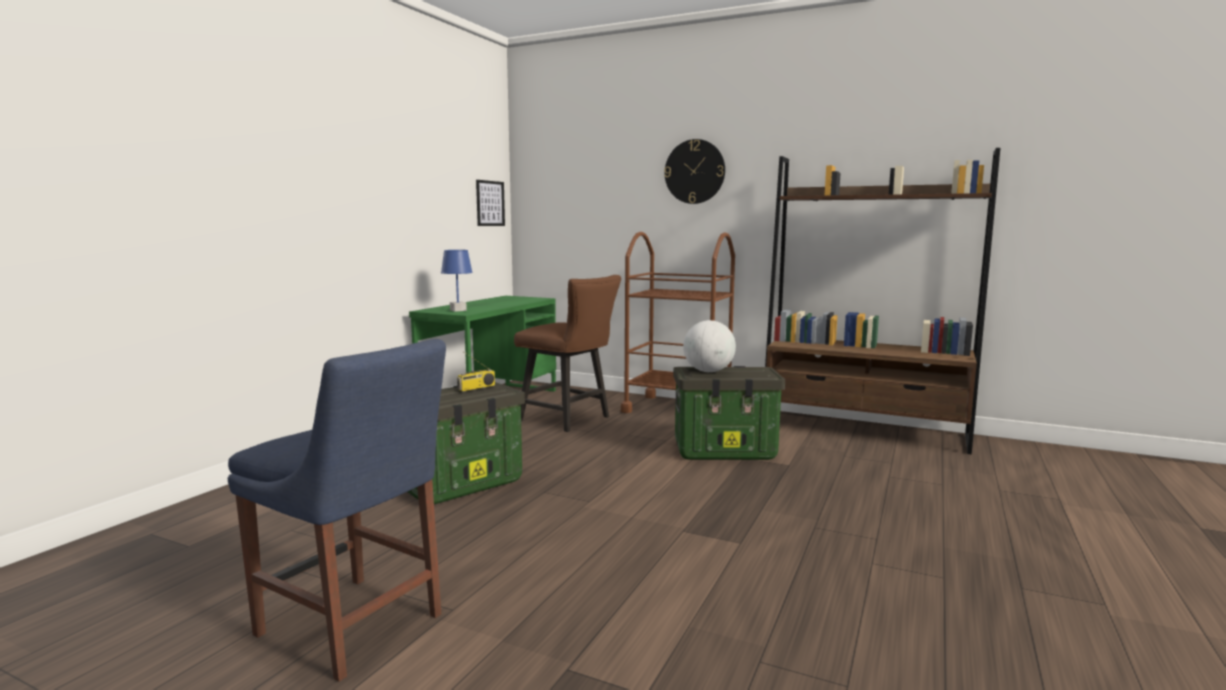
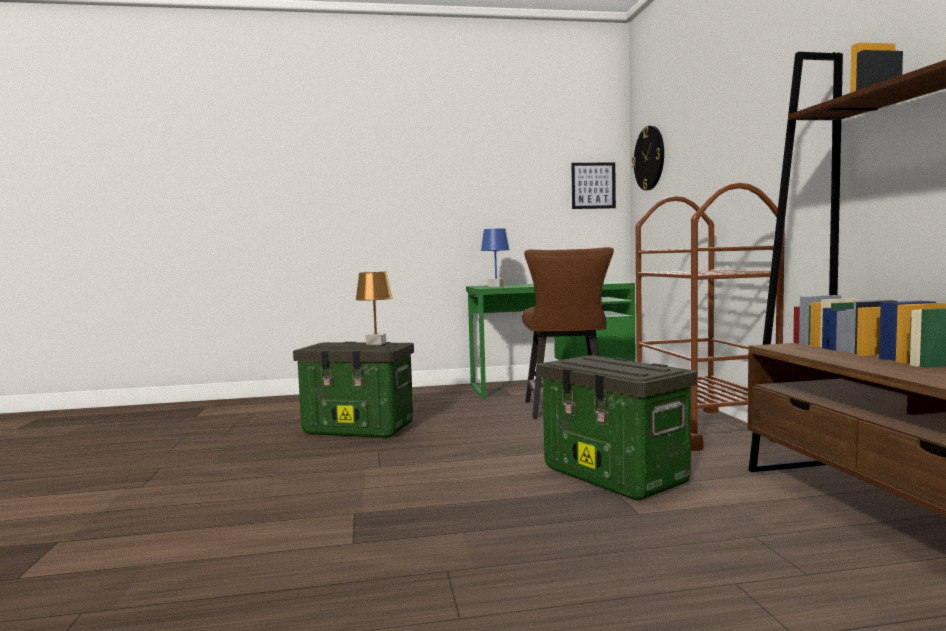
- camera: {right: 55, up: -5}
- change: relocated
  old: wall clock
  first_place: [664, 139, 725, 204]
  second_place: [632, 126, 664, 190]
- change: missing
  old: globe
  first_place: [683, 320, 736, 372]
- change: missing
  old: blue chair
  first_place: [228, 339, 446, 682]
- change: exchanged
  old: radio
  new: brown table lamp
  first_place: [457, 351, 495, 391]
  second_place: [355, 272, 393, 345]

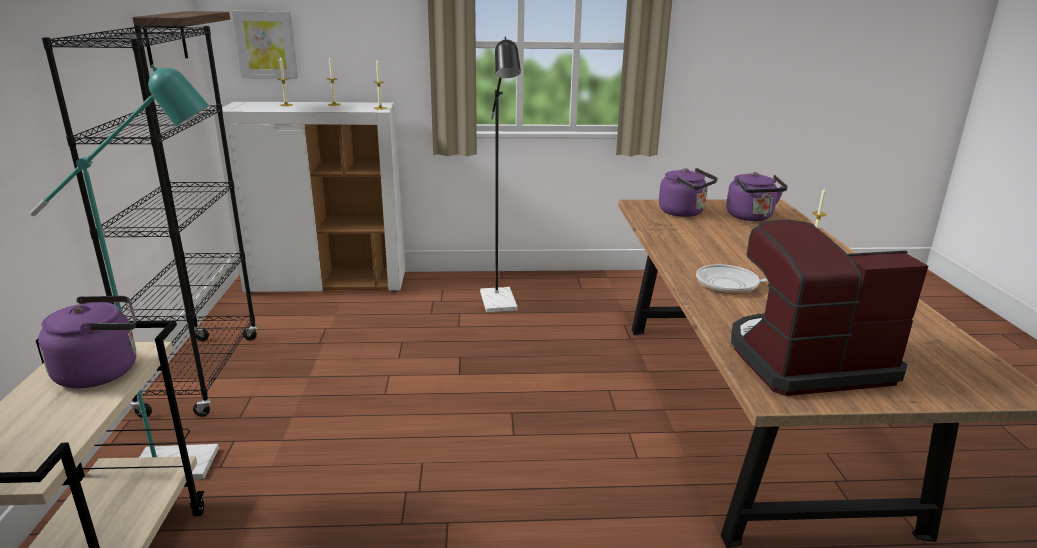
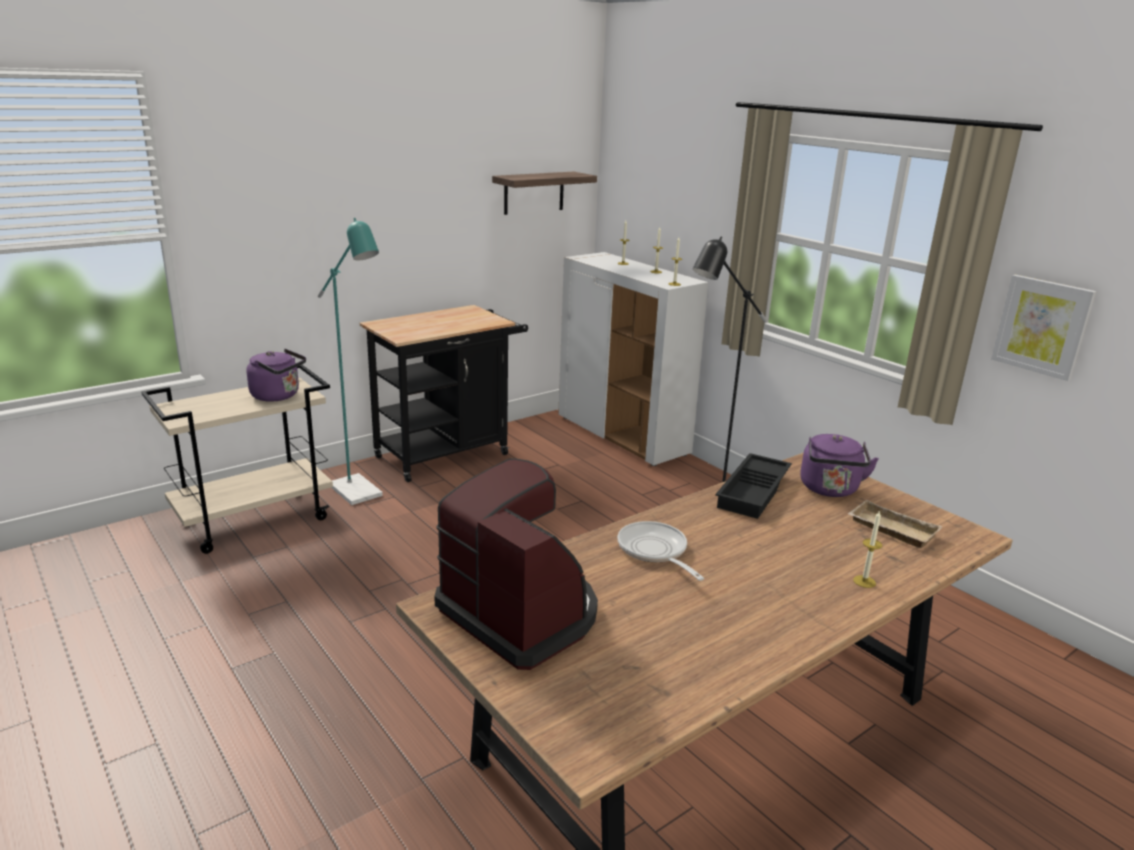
- camera: {right: 55, up: 0}
- change: relocated
  old: picture
  first_place: [232, 11, 298, 79]
  second_place: [991, 275, 1096, 381]
- change: exchanged
  old: black bookcase
  new: black cart
  first_place: [42, 25, 258, 418]
  second_place: [360, 305, 528, 482]
- change: exchanged
  old: purple kettle
  new: beige tray
  first_place: [726, 172, 788, 221]
  second_place: [848, 500, 943, 548]
- change: appeared
  new: black tray
  second_place: [715, 453, 792, 519]

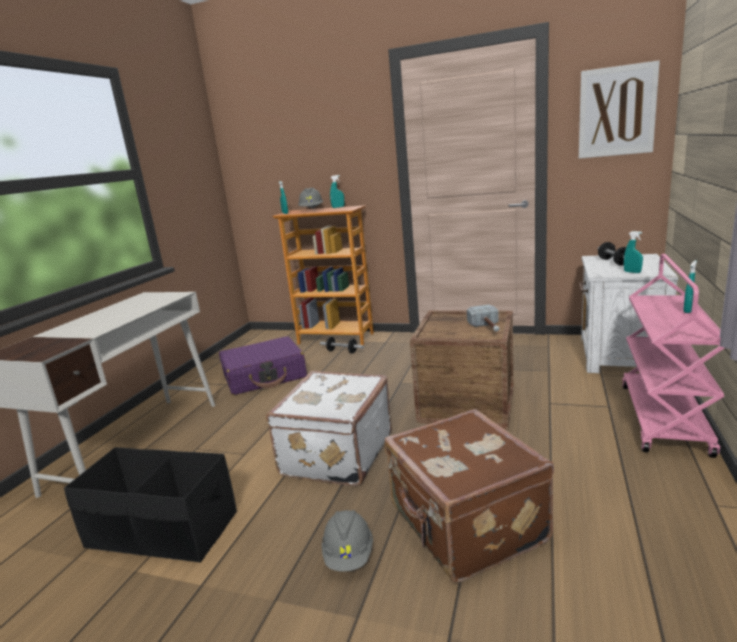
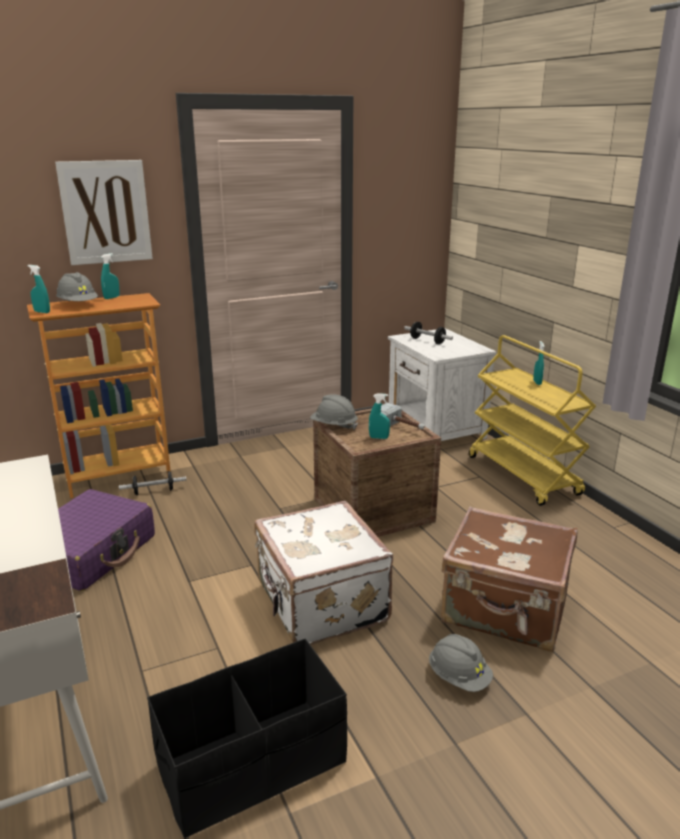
- camera: {right: -45, up: 5}
- change: relocated
  old: picture
  first_place: [579, 60, 660, 159]
  second_place: [55, 160, 153, 265]
- change: relocated
  old: turquoise spray bottle
  first_place: [624, 231, 643, 273]
  second_place: [369, 393, 390, 439]
- change: colour
  old: pink cart
  new: yellow cart
  first_place: [622, 254, 724, 458]
  second_place: [469, 335, 596, 506]
- change: appeared
  new: grey hard hat
  second_place: [310, 394, 358, 430]

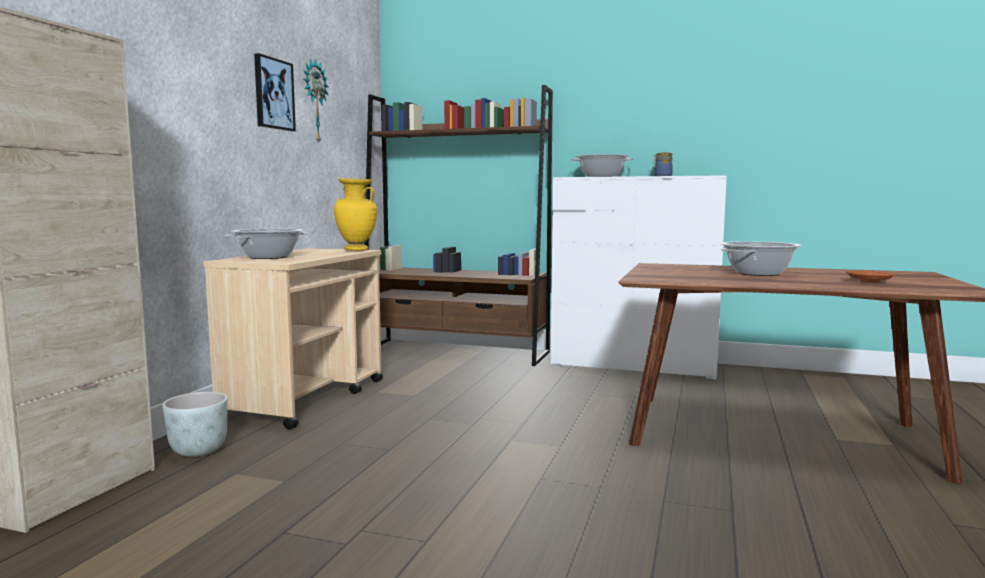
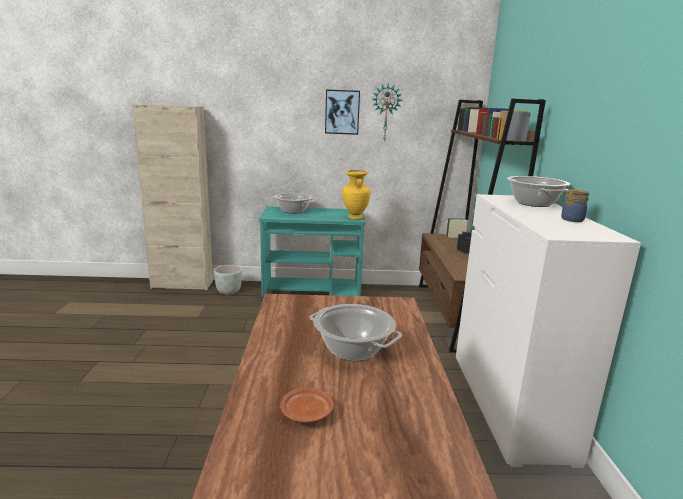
- camera: {right: 70, up: 10}
- change: colour
  old: beige cart
  new: turquoise cart
  first_place: [203, 248, 383, 430]
  second_place: [259, 206, 365, 302]

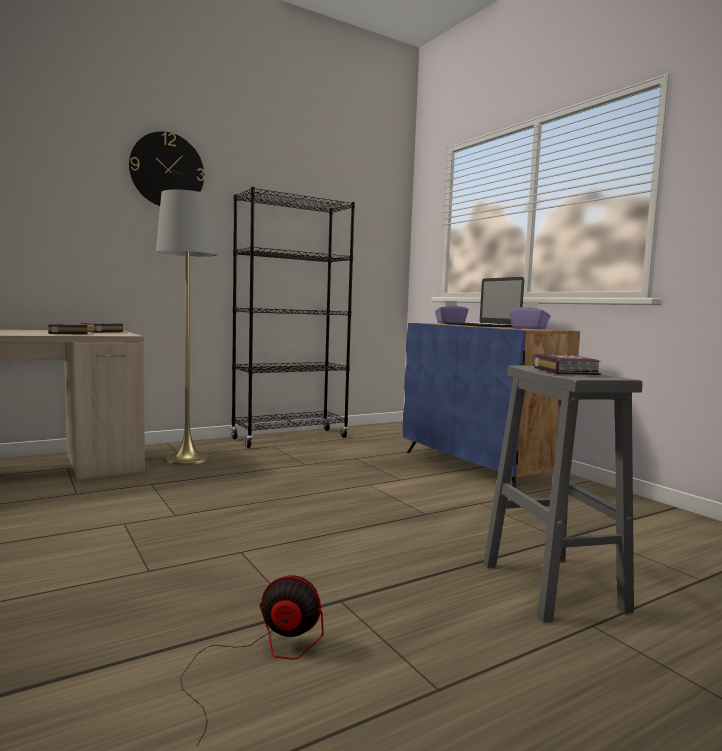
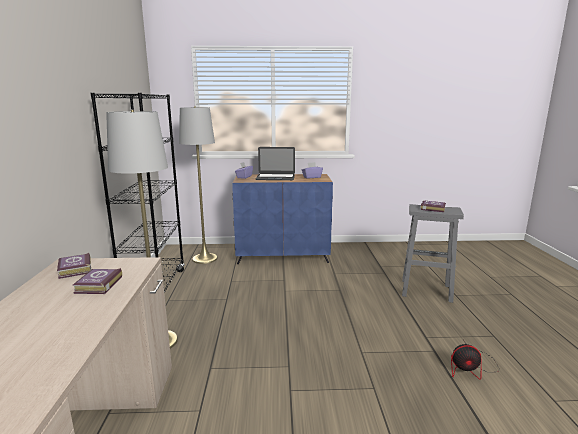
- camera: {right: -60, up: 10}
- change: missing
  old: wall clock
  first_place: [129, 131, 204, 206]
- change: spun
  old: fan
  first_place: [180, 575, 324, 746]
  second_place: [451, 344, 499, 380]
  degrees: -120
- change: appeared
  new: grey floor lamp
  second_place: [179, 106, 218, 264]

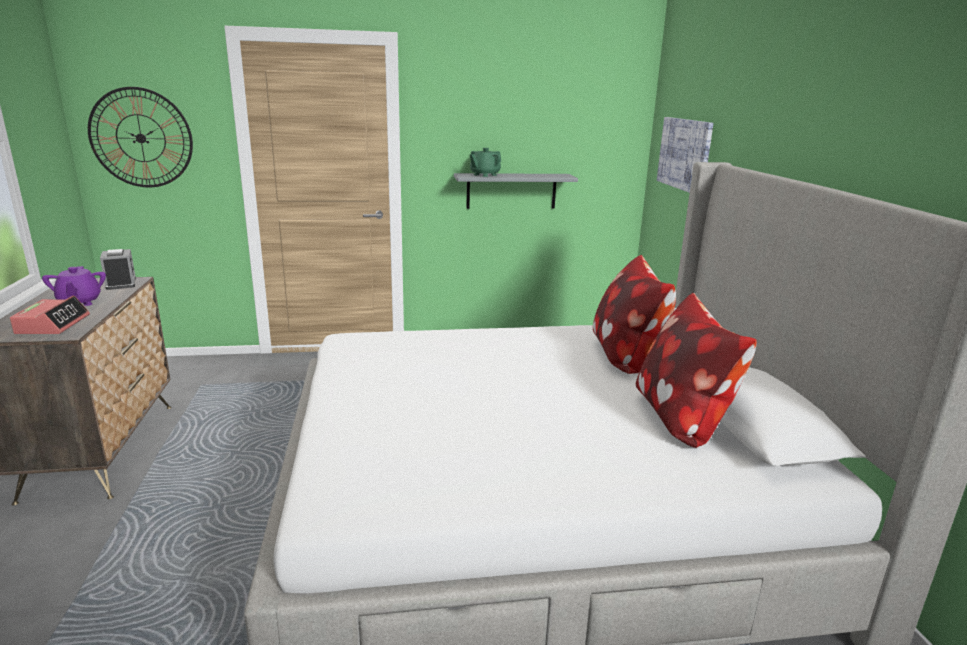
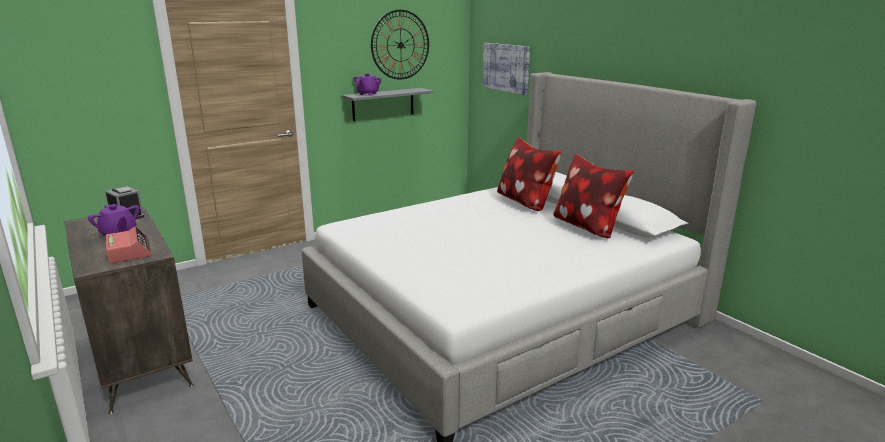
- camera: {right: -25, up: 0}
- change: relocated
  old: wall clock
  first_place: [88, 87, 193, 188]
  second_place: [371, 10, 429, 80]
- change: colour
  old: green teapot
  new: purple teapot
  first_place: [470, 148, 501, 177]
  second_place: [353, 73, 381, 96]

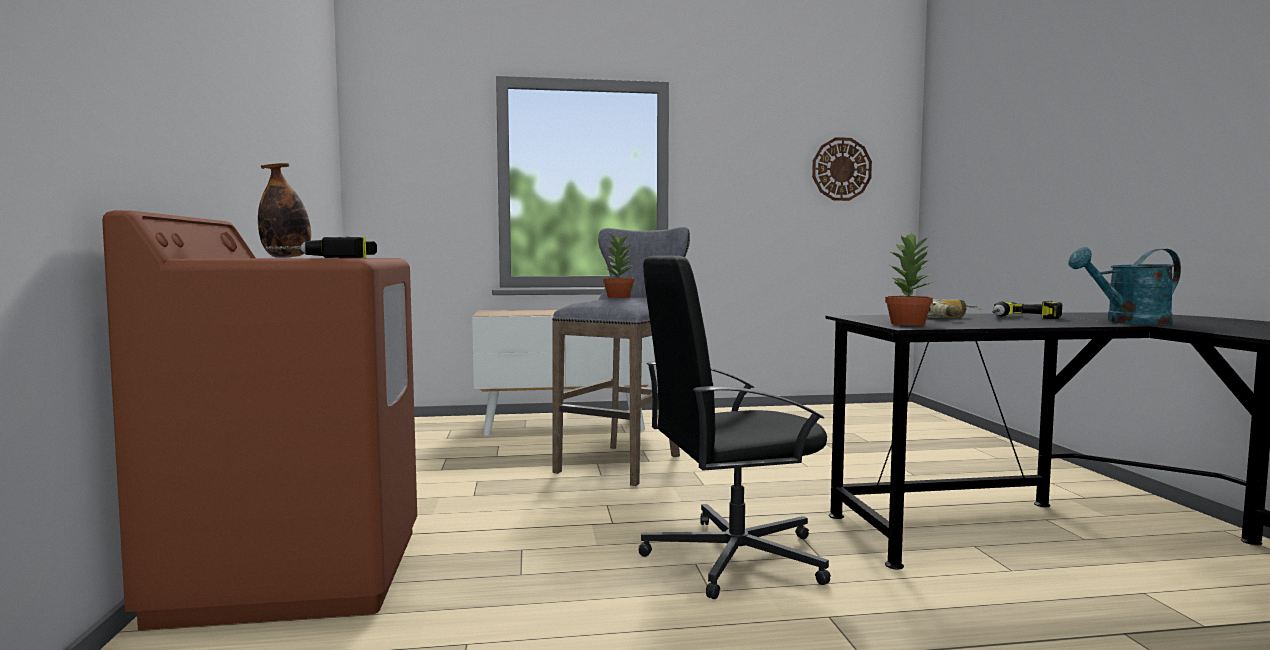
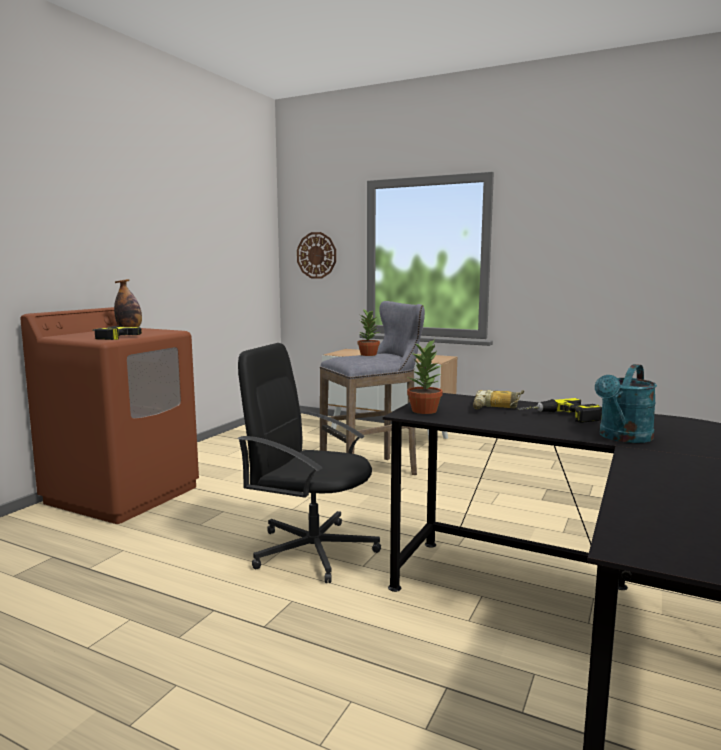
- camera: {right: 35, up: 5}
- change: relocated
  old: wall clock
  first_place: [812, 137, 872, 201]
  second_place: [297, 232, 336, 279]
- change: spun
  old: turquoise watering can
  first_place: [1068, 247, 1181, 325]
  second_place: [595, 364, 657, 443]
  degrees: -75

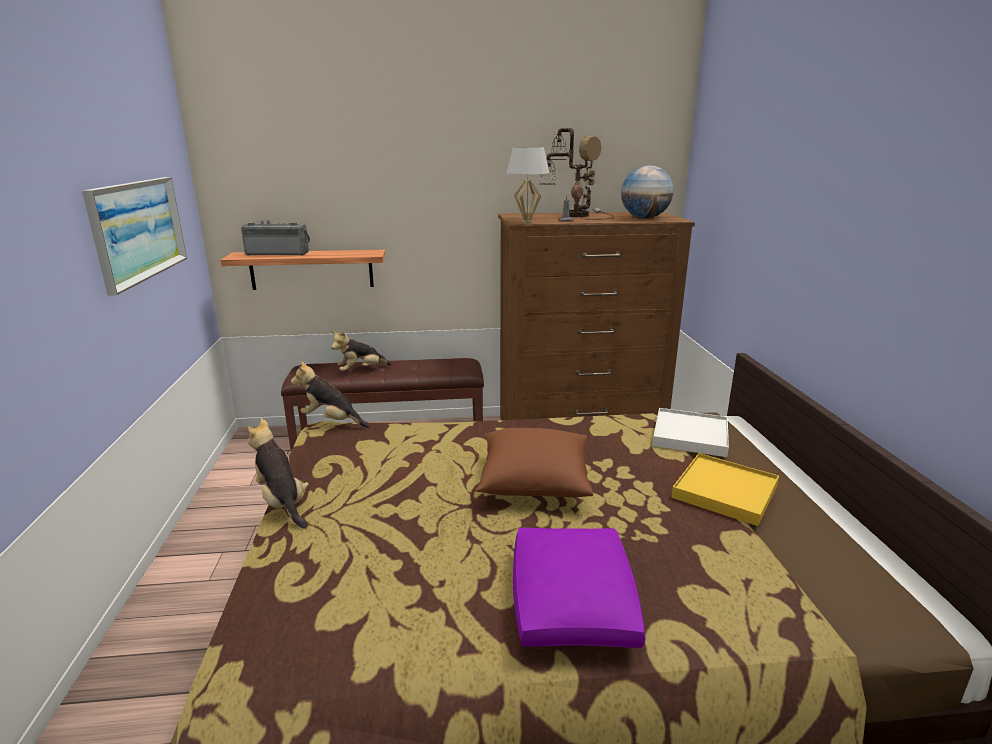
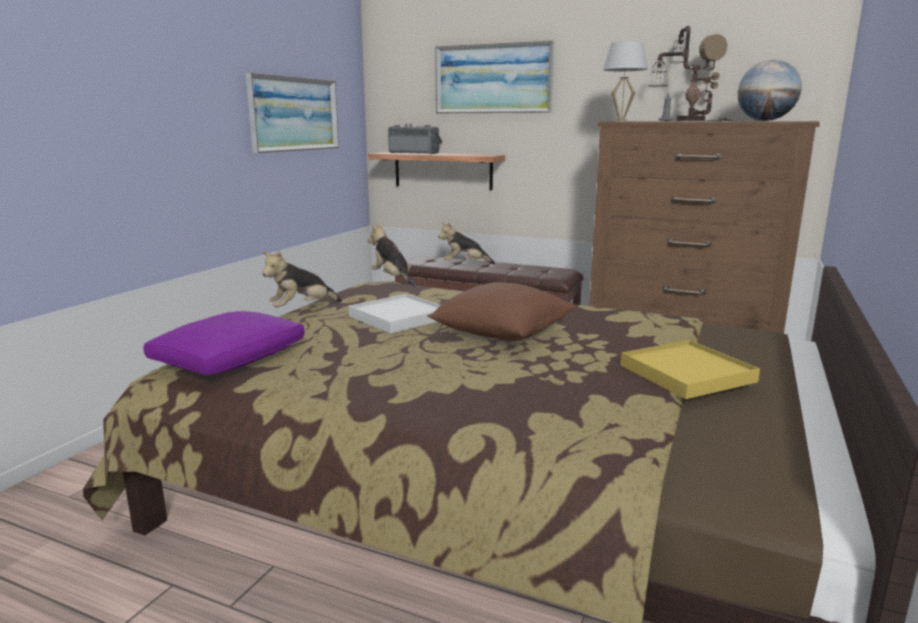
- camera: {right: 30, up: -5}
- change: relocated
  old: white tray
  first_place: [652, 408, 729, 457]
  second_place: [349, 294, 440, 334]
- change: spun
  old: plush toy
  first_place: [247, 418, 309, 528]
  second_place: [262, 250, 342, 308]
  degrees: -120
- change: relocated
  old: purple pillow
  first_place: [513, 528, 645, 648]
  second_place: [143, 311, 305, 375]
- change: appeared
  new: picture
  second_place: [435, 40, 554, 113]

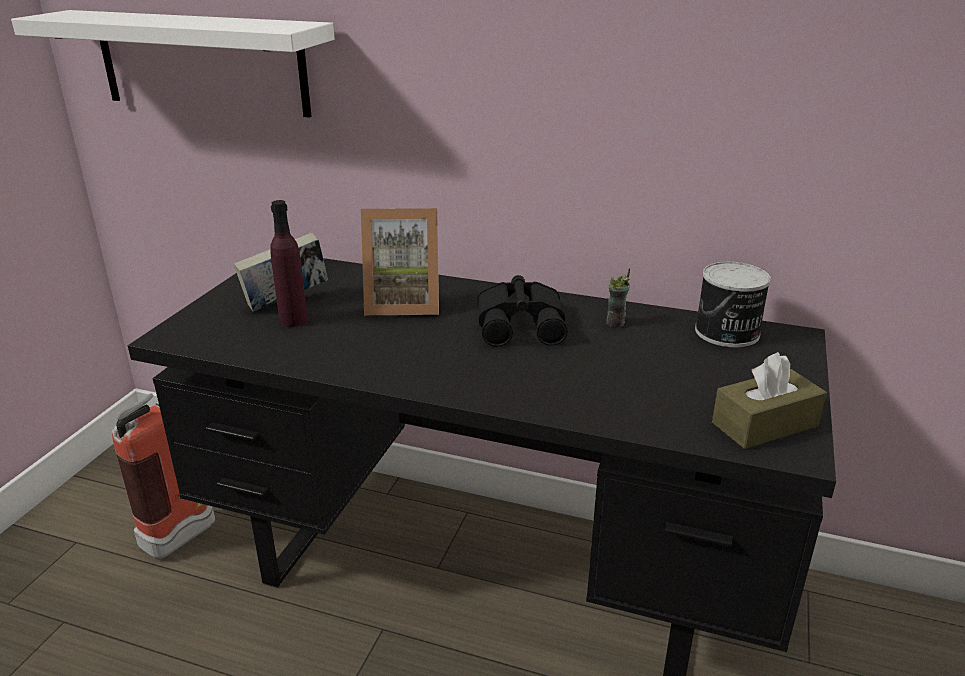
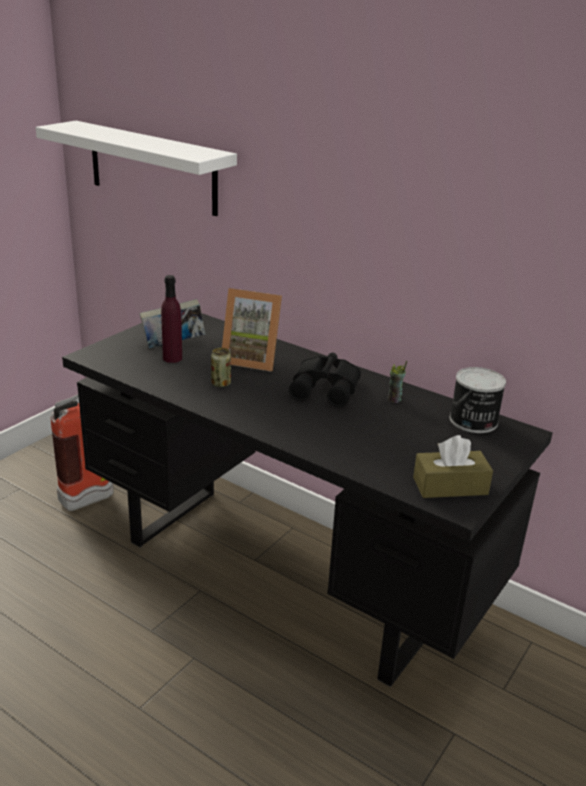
- camera: {right: 15, up: 0}
- change: appeared
  new: can
  second_place: [211, 348, 231, 388]

